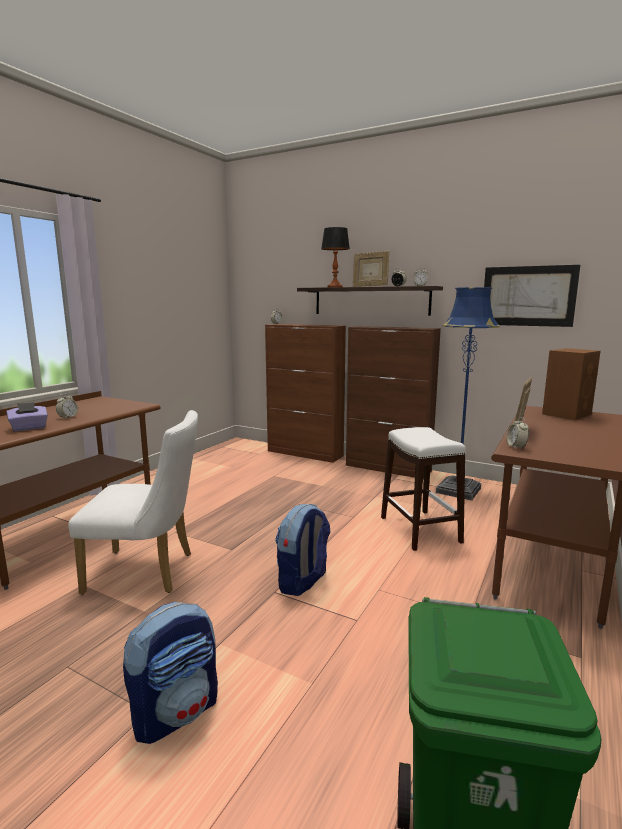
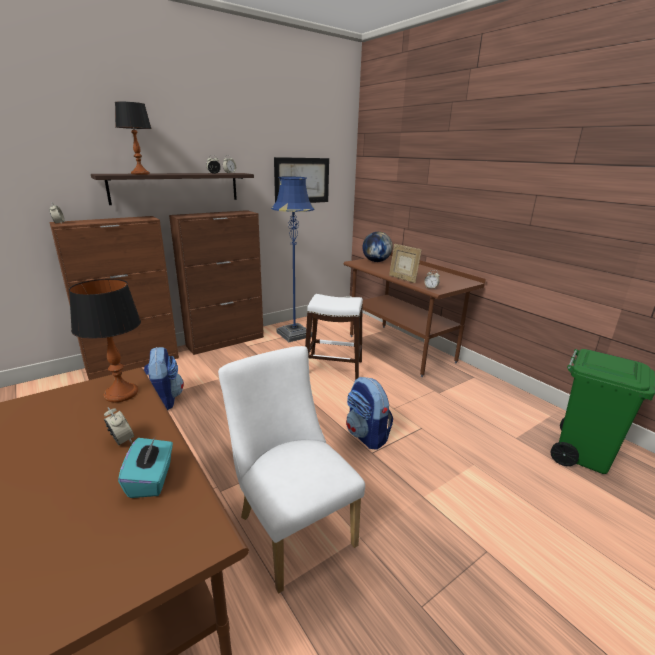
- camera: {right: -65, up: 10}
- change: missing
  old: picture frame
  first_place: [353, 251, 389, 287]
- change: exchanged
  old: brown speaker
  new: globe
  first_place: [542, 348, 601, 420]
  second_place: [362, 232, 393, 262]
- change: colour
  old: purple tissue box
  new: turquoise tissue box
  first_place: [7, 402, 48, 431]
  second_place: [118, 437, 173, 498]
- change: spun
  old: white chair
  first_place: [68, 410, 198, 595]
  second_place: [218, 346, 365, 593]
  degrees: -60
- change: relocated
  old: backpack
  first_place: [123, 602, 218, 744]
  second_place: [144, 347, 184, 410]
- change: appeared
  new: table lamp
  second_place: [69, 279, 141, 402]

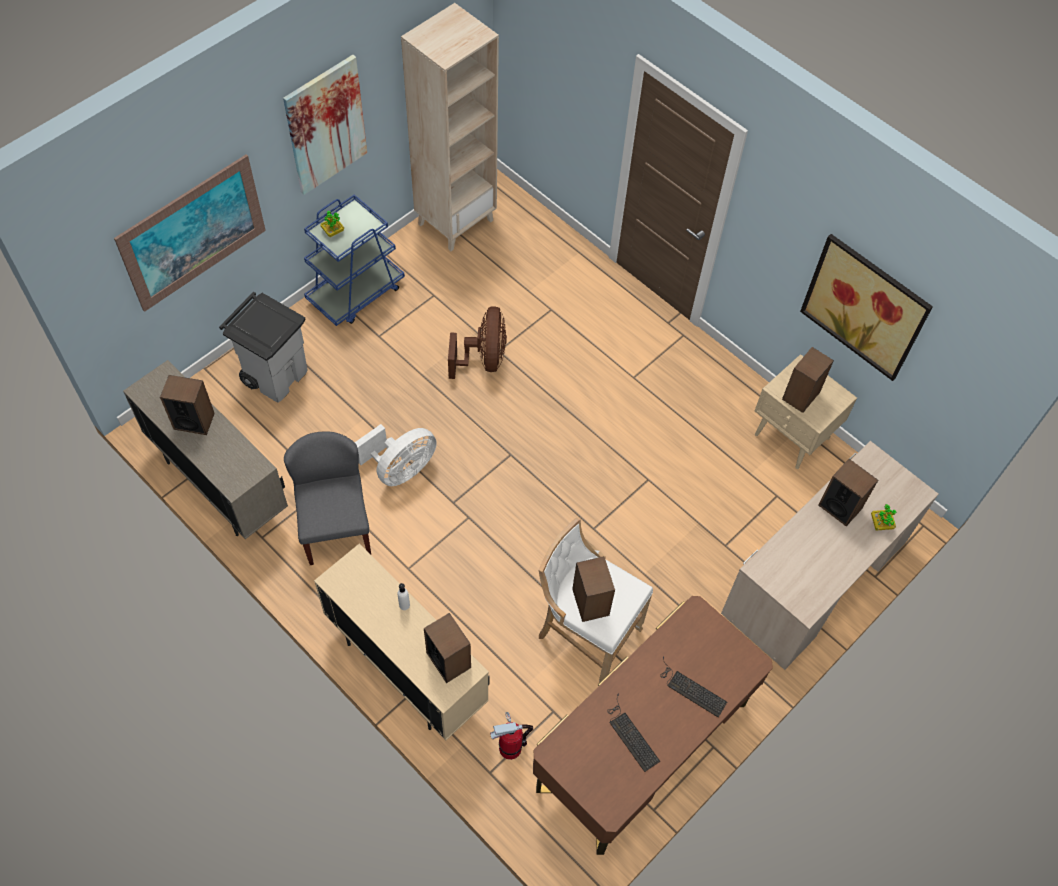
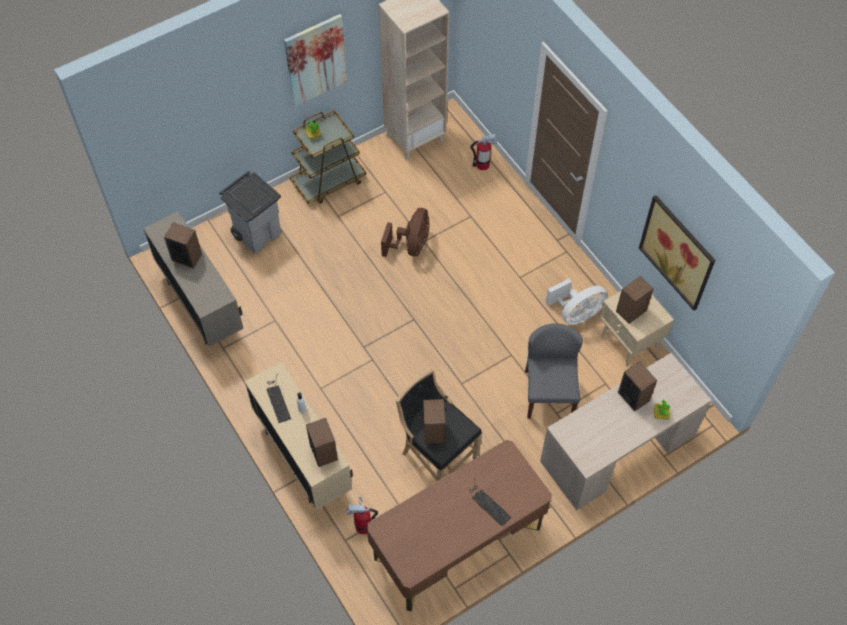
- camera: {right: 15, up: 0}
- change: missing
  old: picture
  first_place: [114, 154, 266, 312]
- change: colour
  old: blue cart
  new: brown cart
  first_place: [304, 194, 405, 326]
  second_place: [290, 110, 366, 204]
- change: relocated
  old: white fan
  first_place: [355, 424, 437, 486]
  second_place: [546, 279, 608, 325]
- change: relocated
  old: grey chair
  first_place: [284, 431, 371, 565]
  second_place: [525, 324, 583, 419]
- change: colour
  old: white stool
  new: black stool
  first_place: [538, 517, 653, 683]
  second_place: [396, 369, 482, 481]
- change: relocated
  old: keyboard
  first_place: [607, 694, 660, 772]
  second_place: [266, 373, 291, 423]
- change: appeared
  new: fire extinguisher
  second_place: [470, 134, 497, 170]

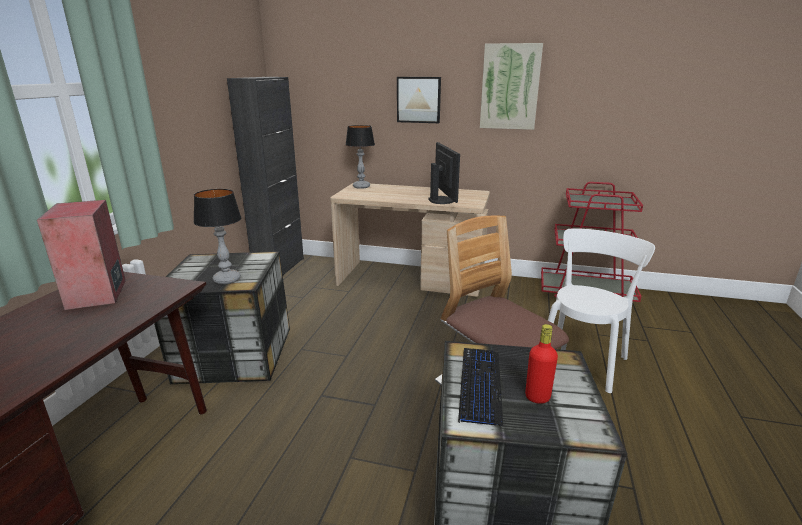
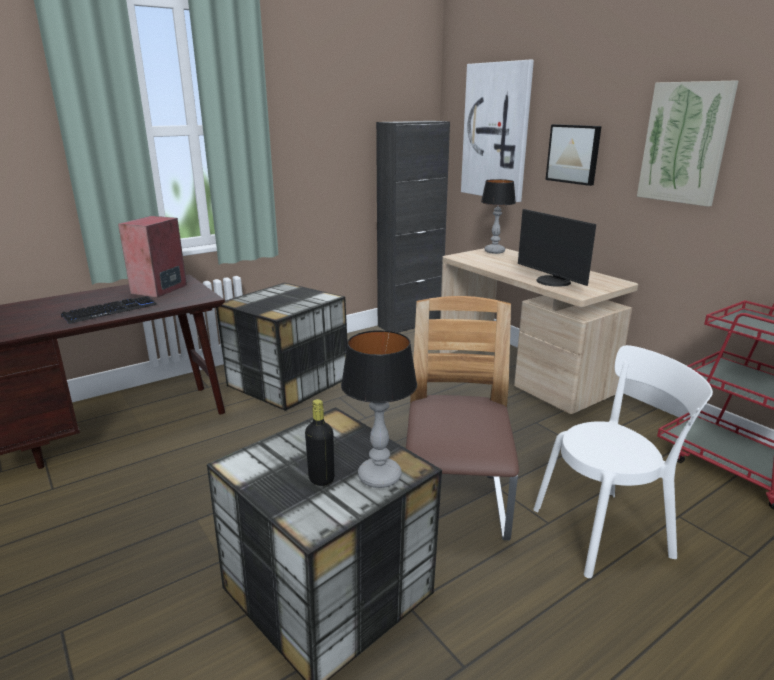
- camera: {right: 40, up: 0}
- change: spun
  old: monitor
  first_place: [428, 142, 460, 204]
  second_place: [518, 209, 596, 287]
  degrees: 120
- change: relocated
  old: table lamp
  first_place: [194, 189, 242, 284]
  second_place: [341, 330, 417, 488]
- change: colour
  old: red bottle
  new: black bottle
  first_place: [525, 324, 558, 404]
  second_place: [305, 399, 334, 486]
- change: relocated
  old: keyboard
  first_place: [458, 348, 503, 427]
  second_place: [61, 296, 157, 324]
- change: appeared
  new: picture
  second_place: [461, 60, 534, 202]

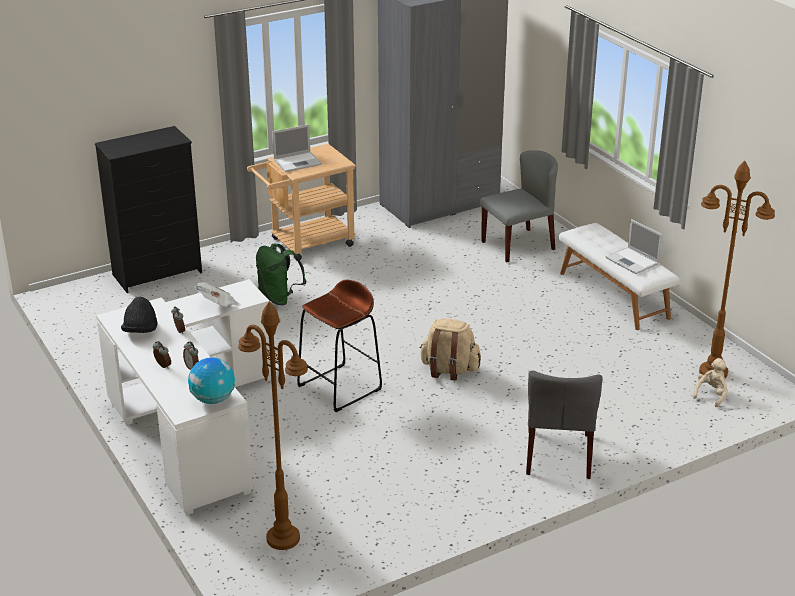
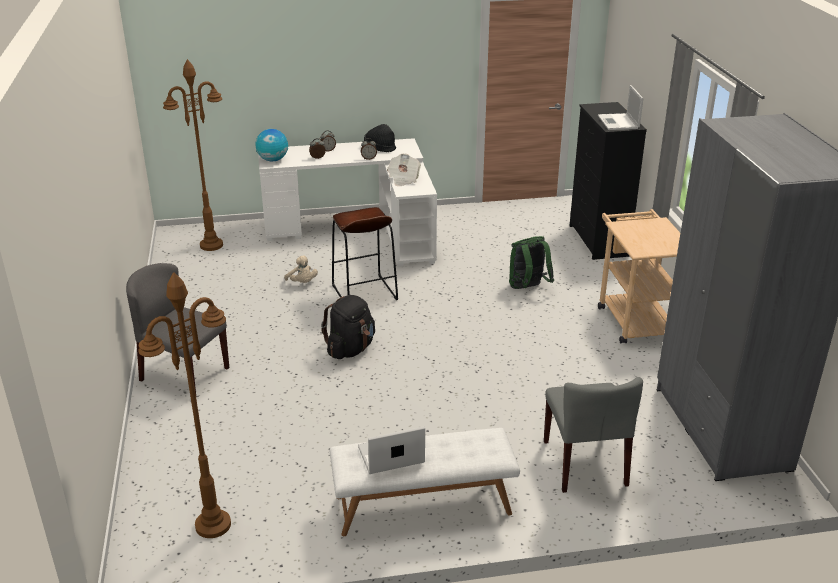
- camera: {right: 110, up: 0}
- change: relocated
  old: laptop
  first_place: [272, 124, 322, 172]
  second_place: [598, 85, 643, 130]
- change: colour
  old: beige backpack
  new: black backpack
  first_place: [419, 319, 481, 381]
  second_place: [321, 295, 375, 359]
- change: relocated
  old: beige plush toy
  first_place: [693, 358, 728, 407]
  second_place: [284, 256, 318, 283]

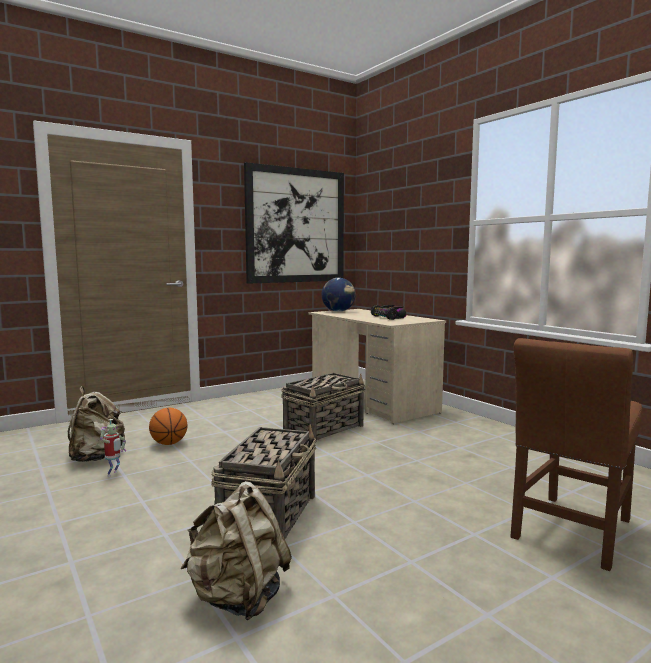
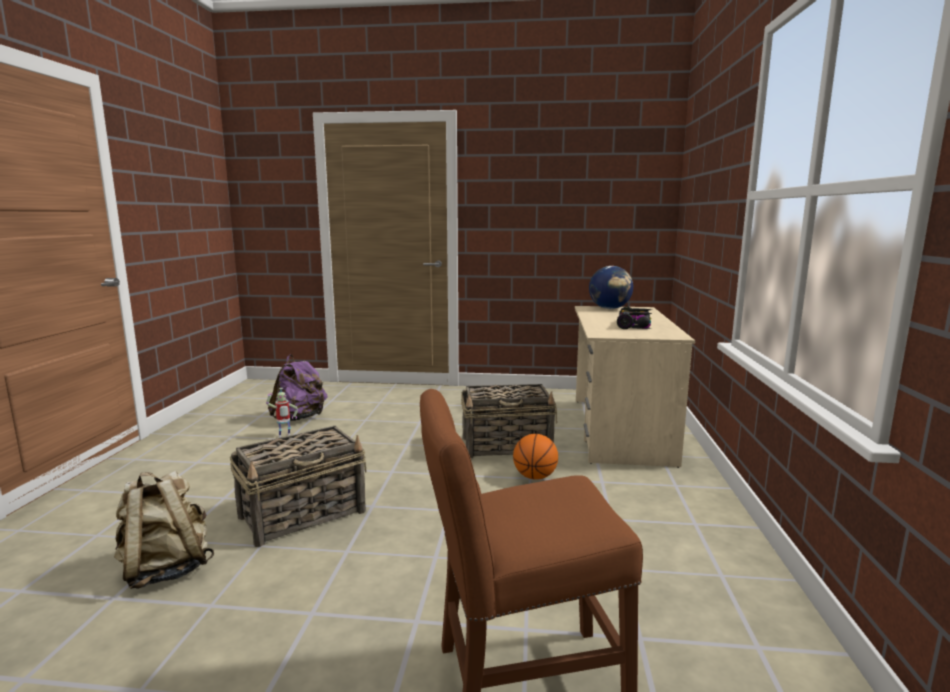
- camera: {right: 40, up: 5}
- change: missing
  old: picture
  first_place: [244, 162, 344, 284]
- change: colour
  old: beige backpack
  new: purple backpack
  first_place: [68, 386, 126, 462]
  second_place: [268, 354, 328, 421]
- change: relocated
  old: basketball
  first_place: [149, 408, 187, 445]
  second_place: [513, 434, 558, 480]

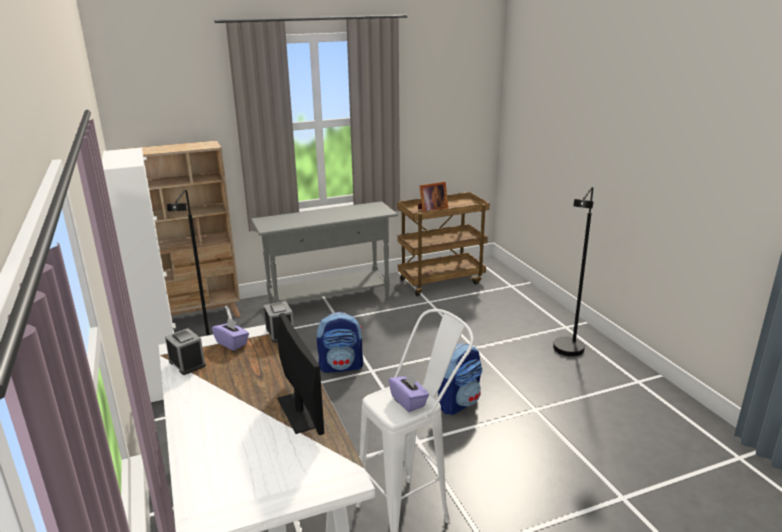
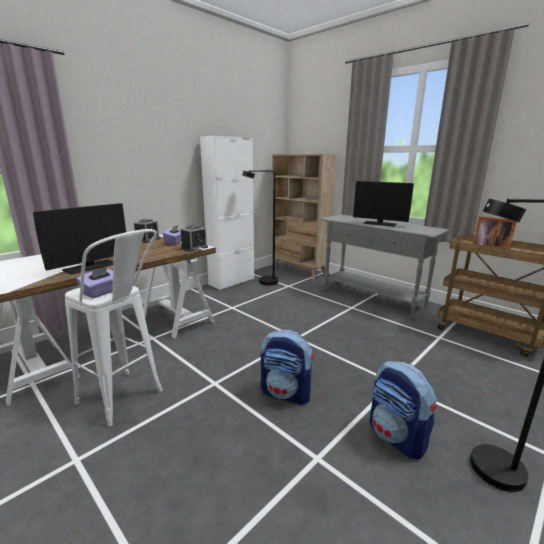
- camera: {right: 65, up: -5}
- change: relocated
  old: backpack
  first_place: [317, 312, 363, 373]
  second_place: [369, 361, 437, 459]
- change: appeared
  new: monitor
  second_place: [353, 181, 414, 226]

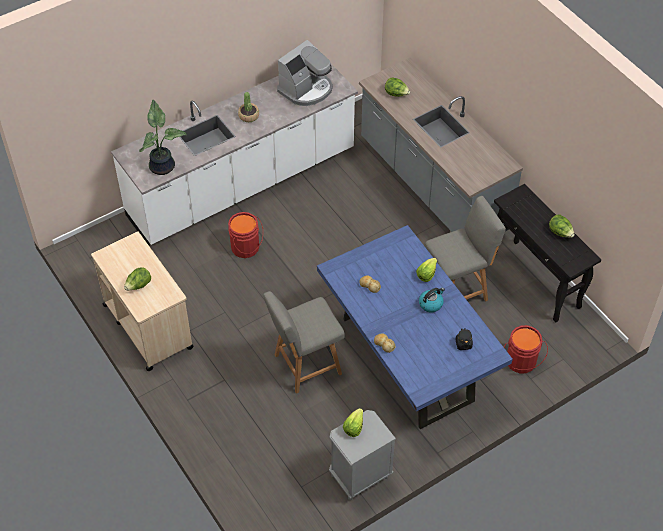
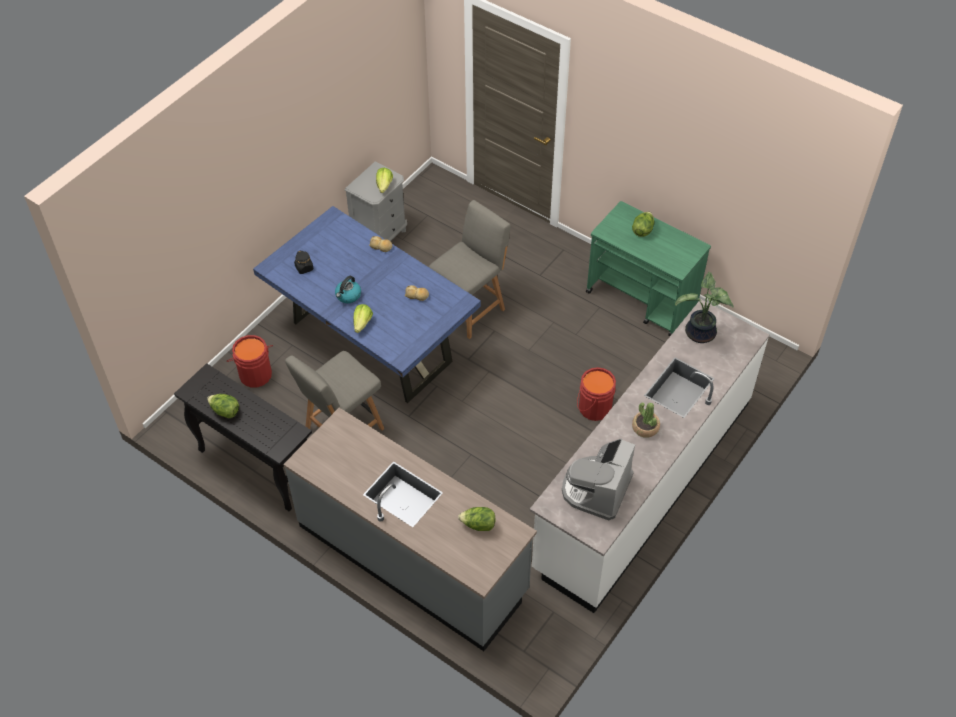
- camera: {right: 160, up: 0}
- change: colour
  old: beige cart
  new: green cart
  first_place: [91, 231, 194, 371]
  second_place: [586, 201, 711, 336]

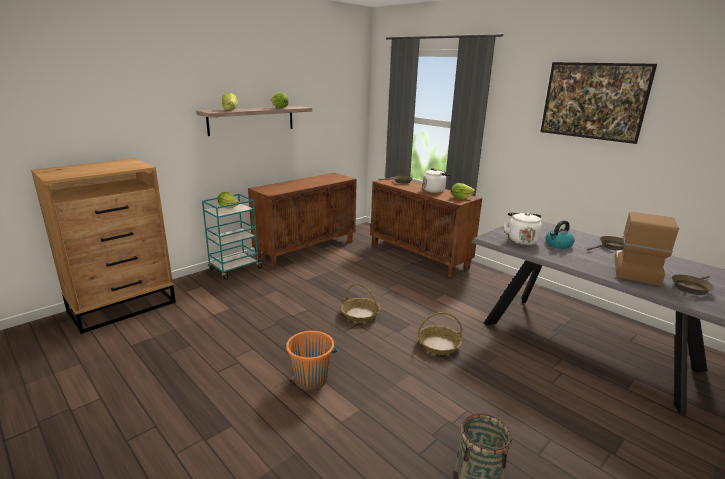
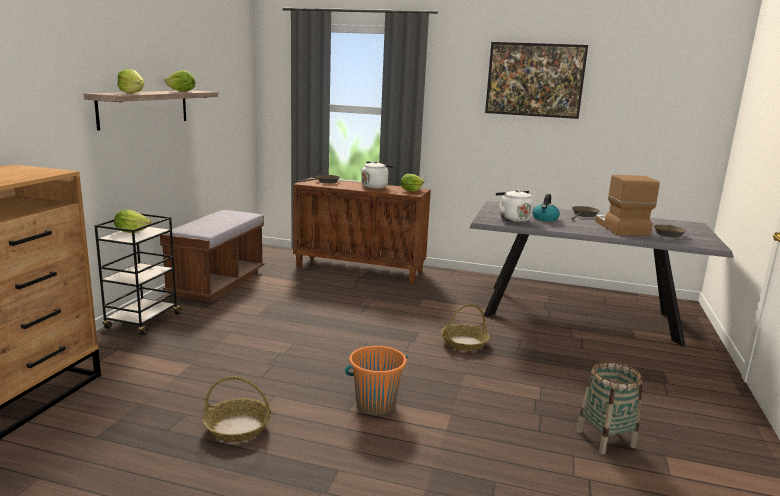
- camera: {right: -30, up: -5}
- change: exchanged
  old: brown cabinet
  new: brown bench
  first_place: [248, 173, 357, 268]
  second_place: [160, 210, 264, 302]
- change: colour
  old: turquoise cart
  new: black cart
  first_place: [202, 194, 264, 279]
  second_place: [94, 213, 183, 335]
- change: relocated
  old: basket
  first_place: [341, 284, 381, 322]
  second_place: [203, 377, 271, 442]

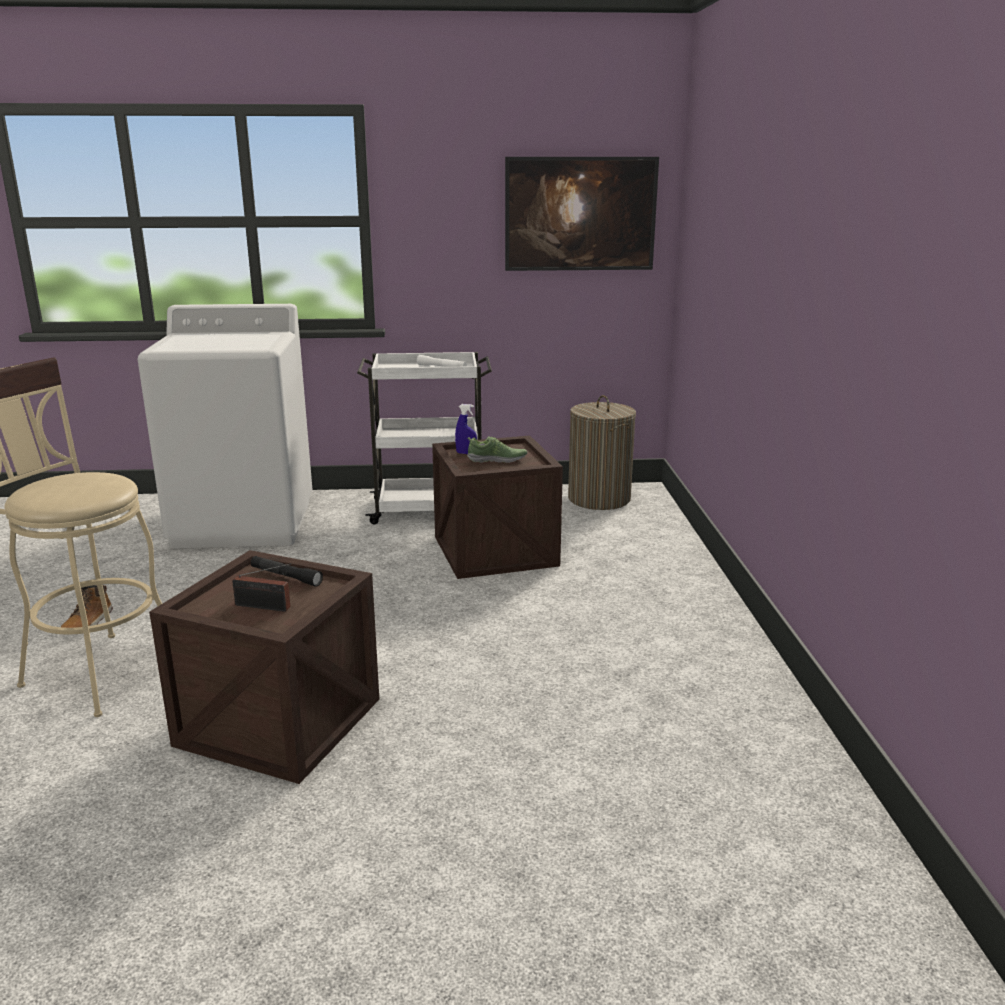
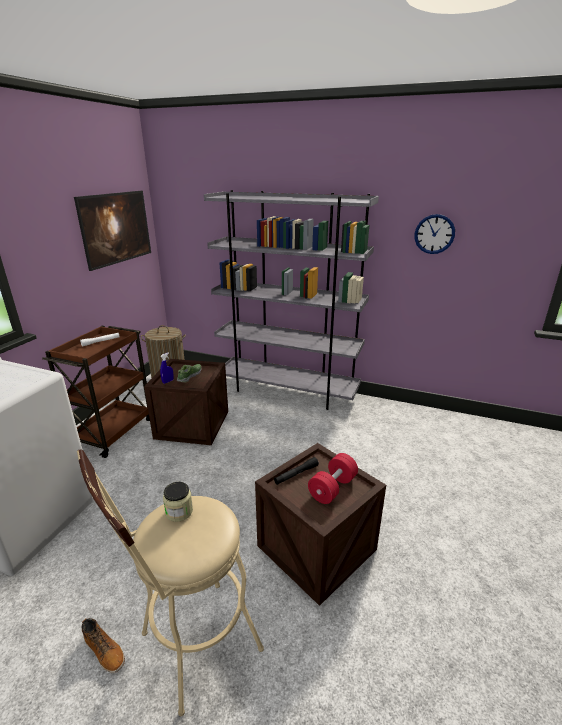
- camera: {right: -65, up: 5}
- change: colour
  old: white cart
  new: brown cart
  first_place: [357, 352, 492, 524]
  second_place: [42, 326, 150, 458]
- change: exchanged
  old: radio
  new: red dumbbell
  first_place: [232, 563, 292, 612]
  second_place: [308, 453, 358, 504]
- change: appeared
  new: grey bookcase
  second_place: [204, 190, 379, 410]
- change: appeared
  new: wall clock
  second_place: [415, 214, 455, 254]
- change: appeared
  new: jar
  second_place: [163, 482, 193, 522]

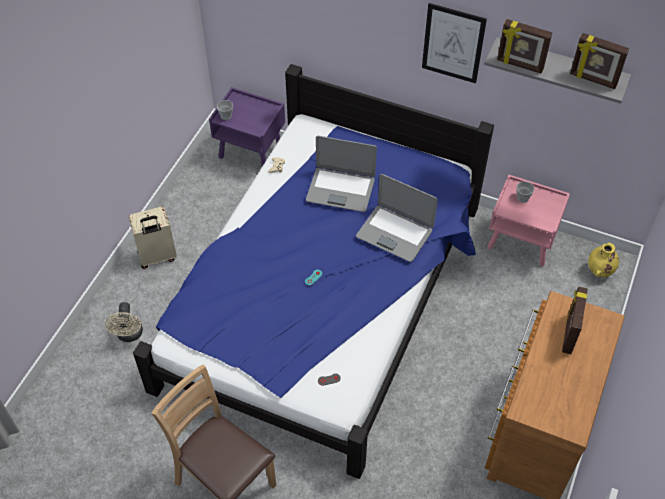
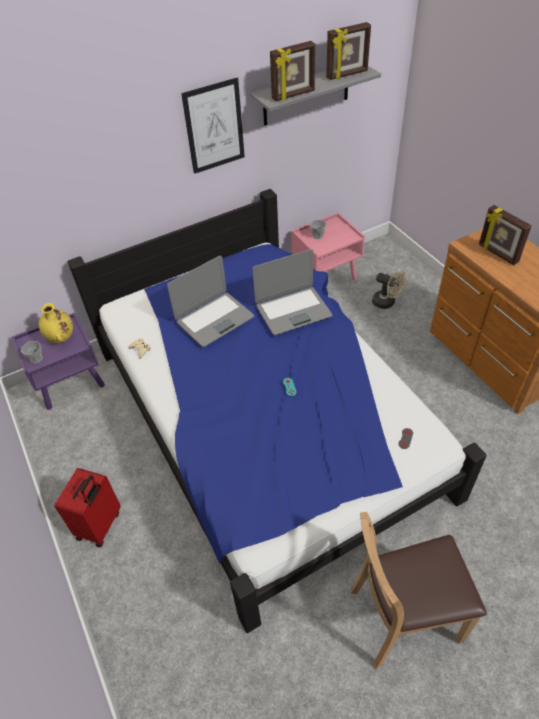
- camera: {right: -50, up: -5}
- change: colour
  old: beige suitcase
  new: red suitcase
  first_place: [129, 207, 177, 269]
  second_place: [55, 468, 121, 547]
- change: relocated
  old: yellow vase
  first_place: [588, 243, 619, 277]
  second_place: [39, 303, 73, 343]
- change: relocated
  old: beige fan
  first_place: [105, 302, 143, 342]
  second_place: [372, 269, 406, 309]

